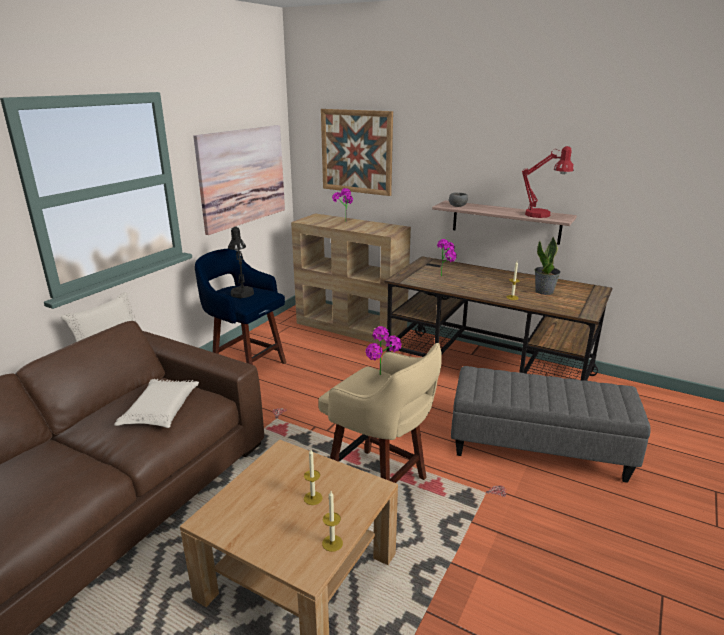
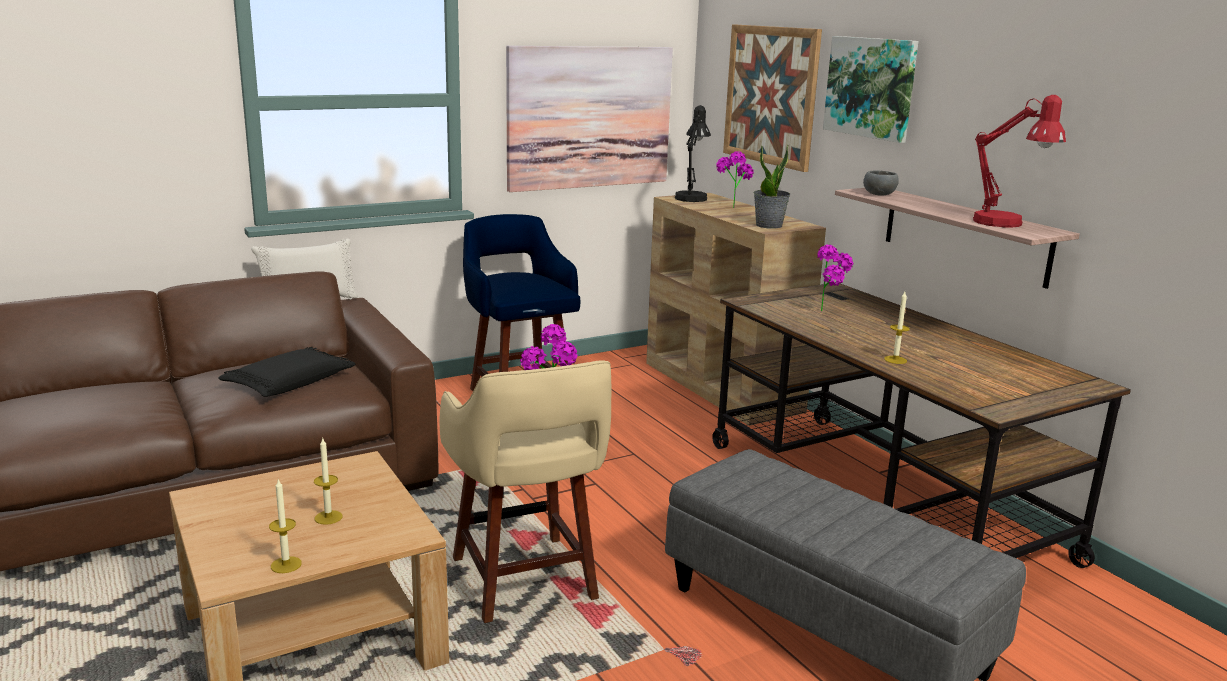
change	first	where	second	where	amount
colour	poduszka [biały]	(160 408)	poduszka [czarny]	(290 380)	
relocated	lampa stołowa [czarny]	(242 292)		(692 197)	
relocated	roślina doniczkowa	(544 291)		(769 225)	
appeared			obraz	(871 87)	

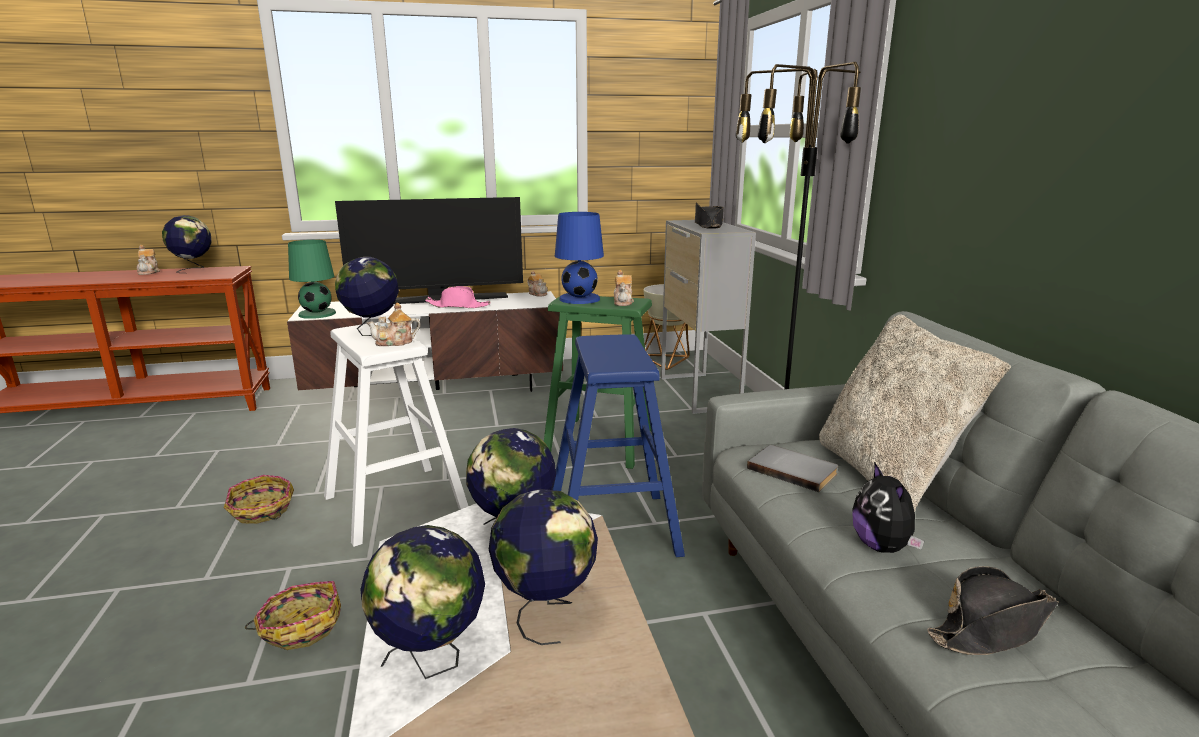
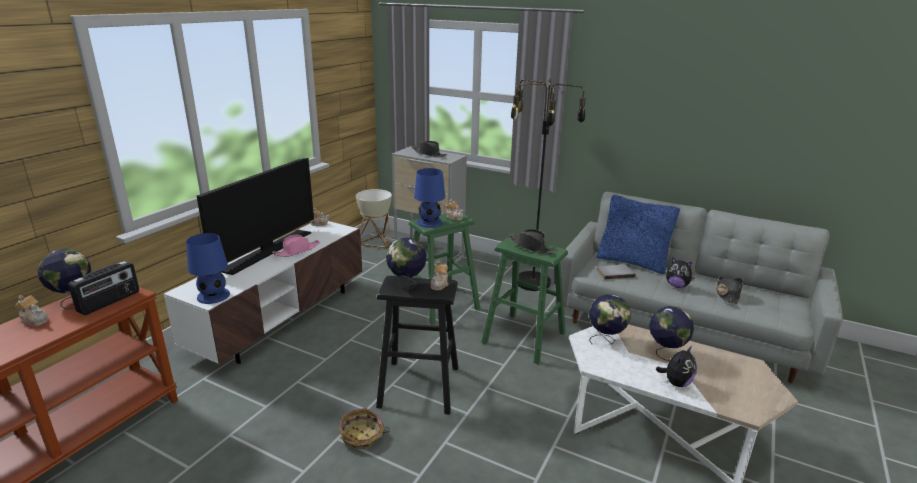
change	first	where	second	where	amount
missing	koszyk	(301 626)			
colour	lampa stołowa [zielony]	(316 314)	lampa stołowa [niebieski]	(213 296)	
colour	stołek [biały]	(395 503)	stołek [czarny]	(419 386)	
exchanged	globus	(432 661)	pluszak	(676 383)	
colour	stołek [niebieski]	(612 527)	stołek [zielony]	(523 337)	
colour	poduszka [beżowy]	(888 473)	poduszka [niebieski]	(633 260)	
appeared			radio	(109 302)	
appeared			kapelusz [czarny]	(531 247)	

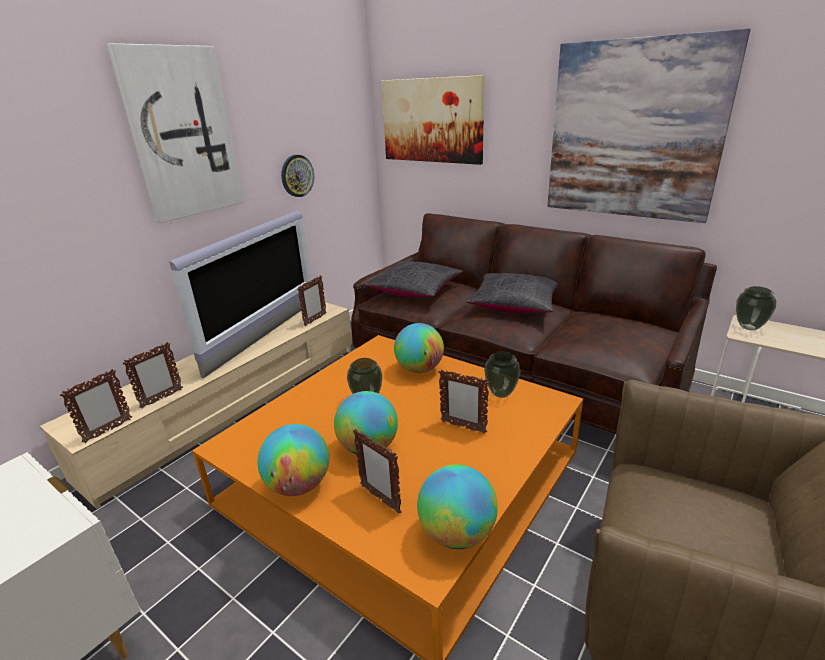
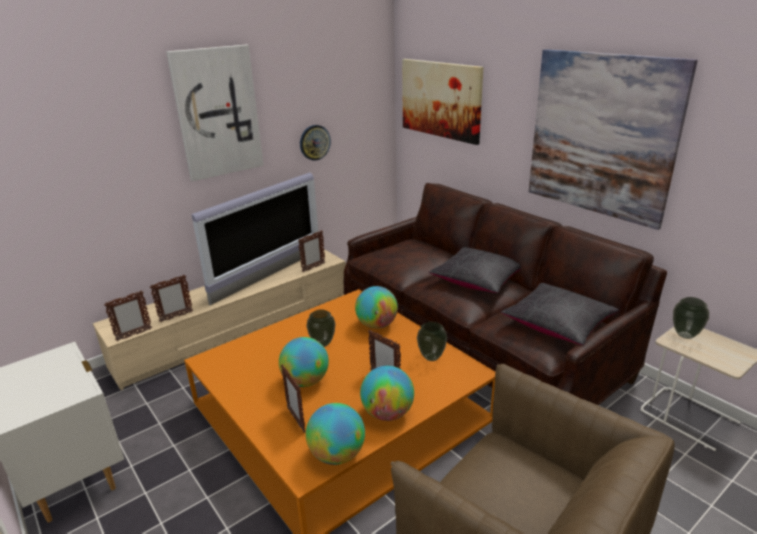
change	first	where	second	where	amount
relocated	globus	(298 485)		(387 413)	
relocated	poduszka [czarny]	(415 290)		(557 324)	

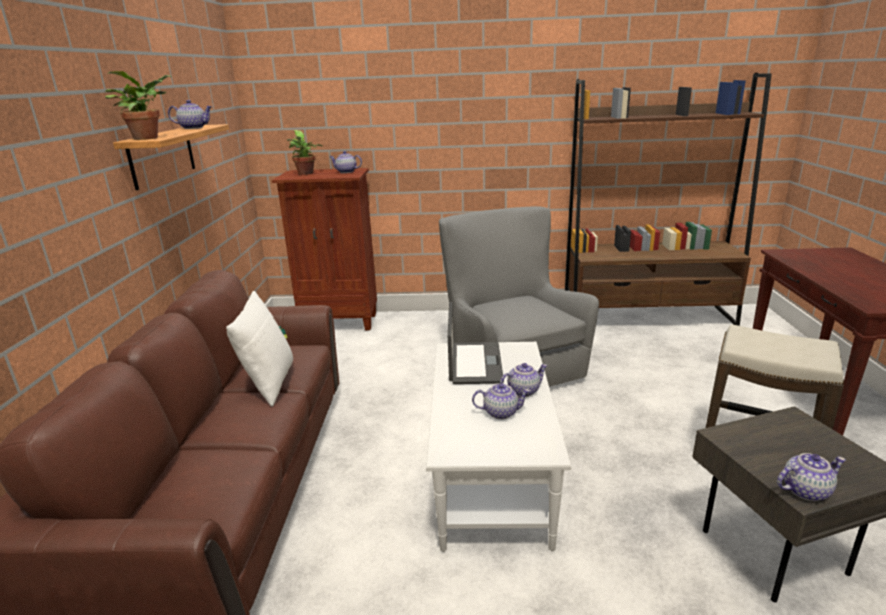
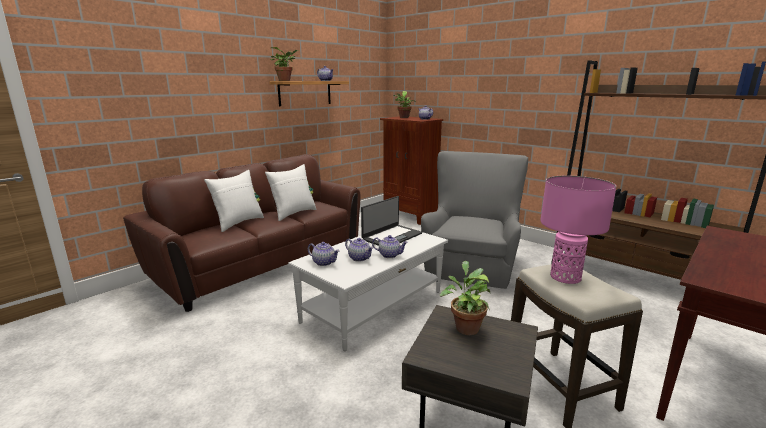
change	first	where	second	where	amount
relocated	imbryk	(805 490)		(324 262)	
appeared			poduszka [biały]	(238 223)	
appeared			roślina doniczkowa	(465 327)	
appeared			lampa stołowa [różowy]	(564 277)	

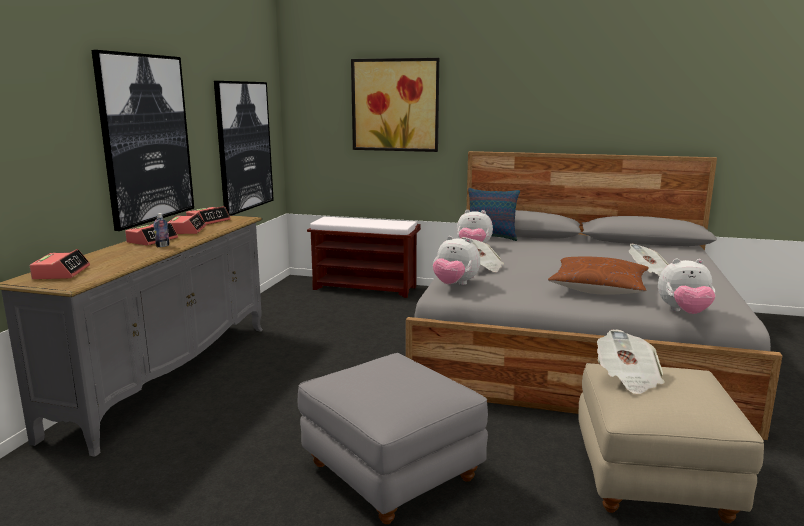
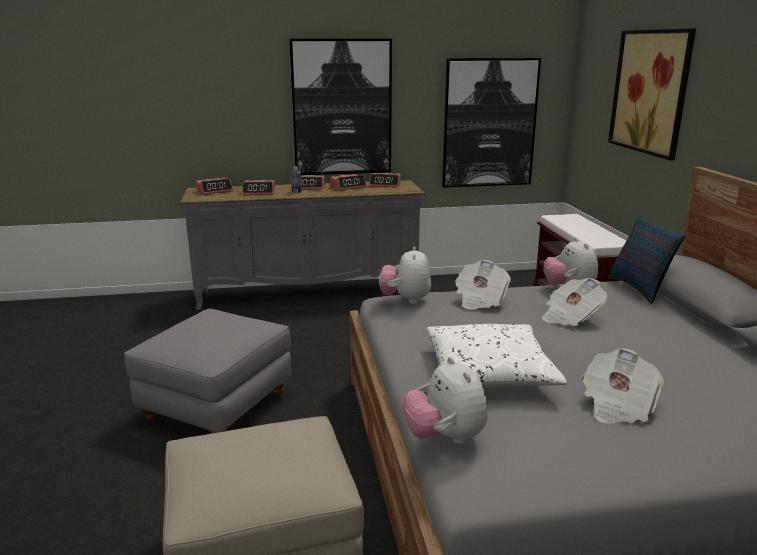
change	first	where	second	where	amount
colour	poduszka [brązowy]	(598 289)	poduszka [biały]	(489 373)	
relocated	gazeta	(628 378)		(570 317)	
appeared			budzik	(259 192)	

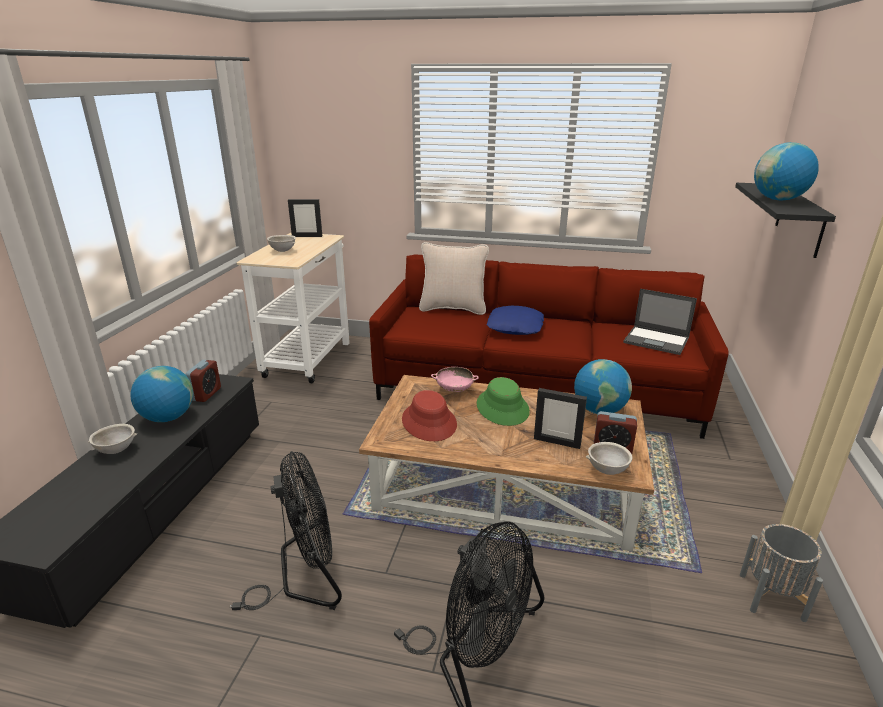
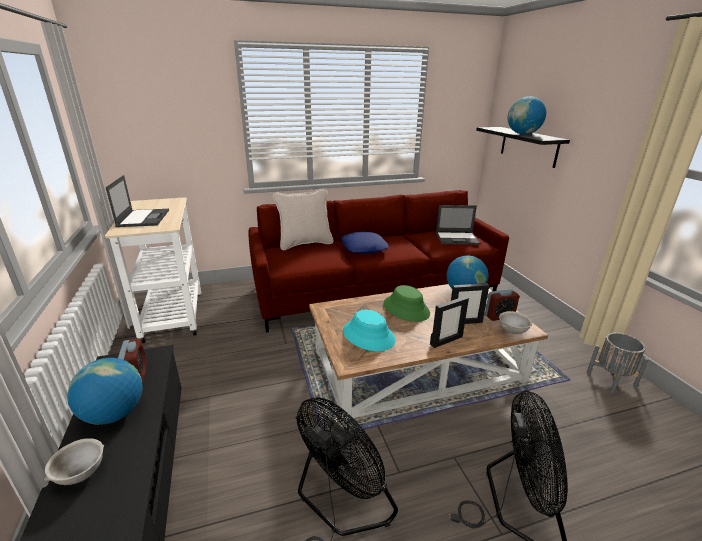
change	first	where	second	where	amount
exchanged	miska [szary]	(283 251)	laptop	(143 218)	
relocated	ramka na zdjęcie	(307 236)		(446 340)	
colour	kapelusz [czerwony]	(429 422)	kapelusz [turkusowy]	(368 335)	
missing	miska [różowy]	(454 390)			

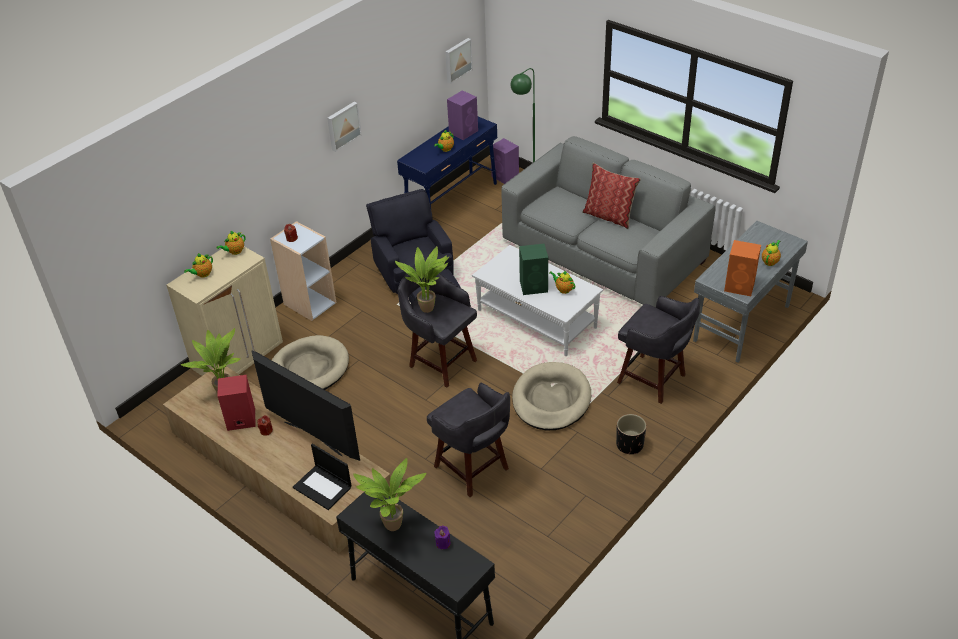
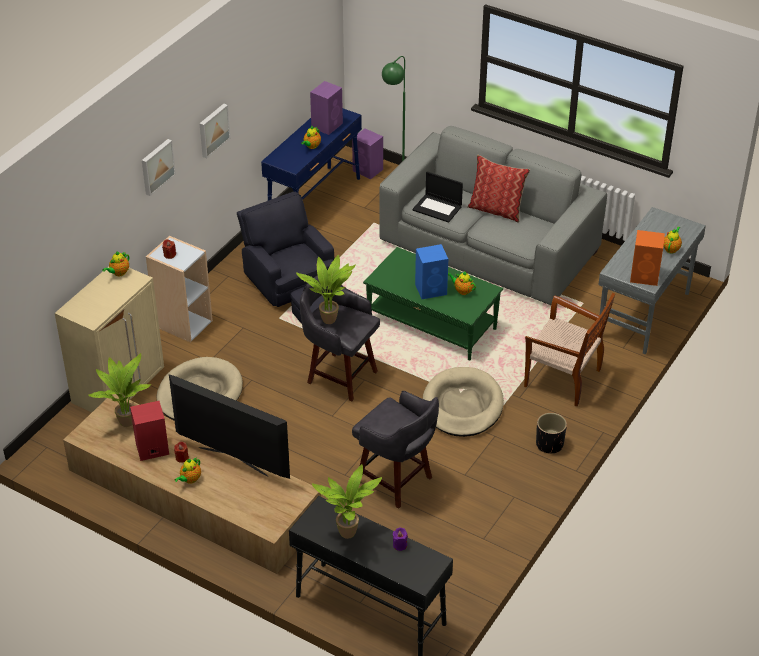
change	first	where	second	where	amount
relocated	imbryk	(202 274)		(190 480)	
relocated	laptop	(323 487)		(438 208)	
relocated	obraz	(457 60)		(156 166)	
colour	ława [biały]	(537 319)	ława [zielony]	(432 324)	
colour	głośnik [zielony]	(534 286)	głośnik [niebieski]	(431 289)	
exchanged	stołek [szary]	(654 380)	fotel [brązowy]	(563 378)	

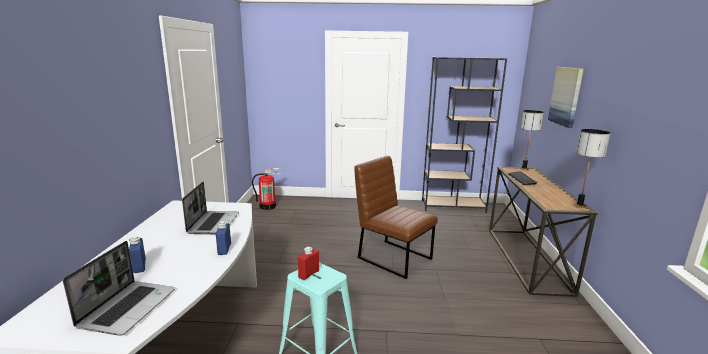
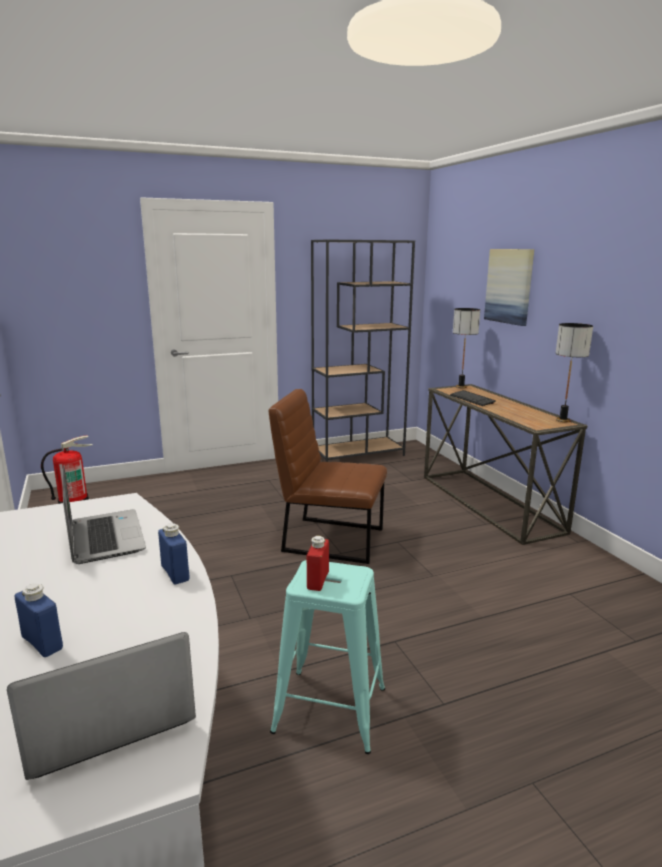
change	first	where	second	where	amount
spun	laptop	(128 307)		(106 718)	105 degrees counterclockwise

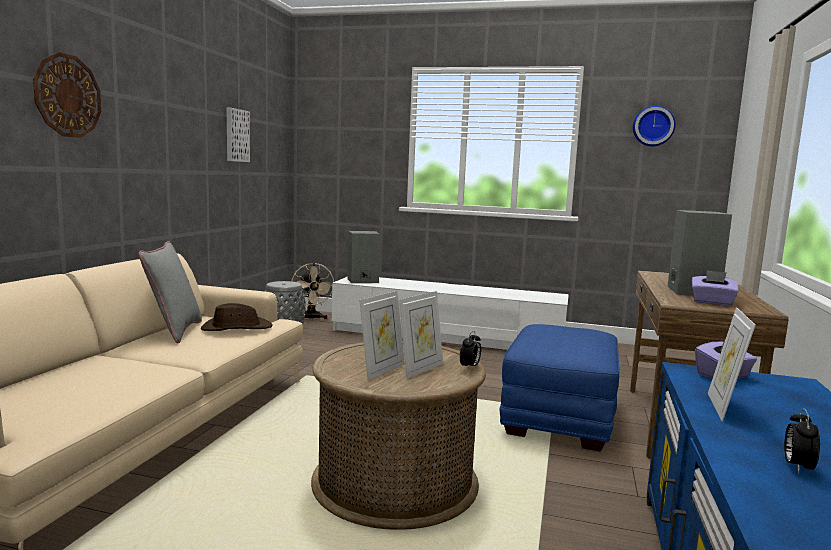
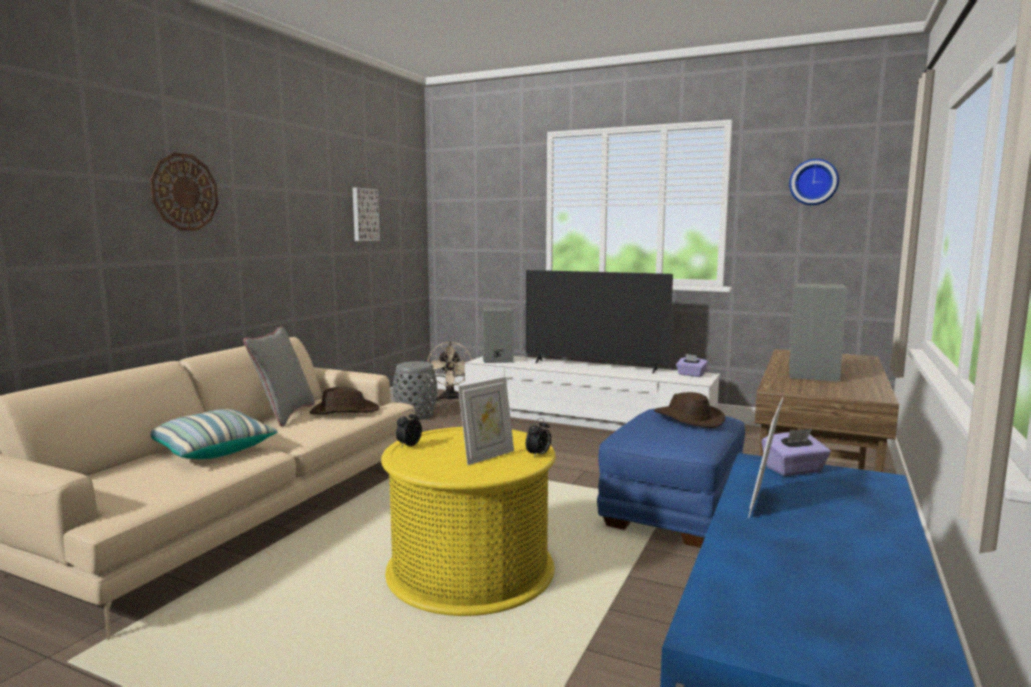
change	first	where	second	where	amount
colour	ława [brązowy]	(395 482)	ława [żółty]	(470 569)	
missing	ramka na zdjęcie	(381 370)			
relocated	pudełko chusteczek [fioletowy]	(712 302)		(691 375)	
relocated	budzik	(797 467)		(409 445)	
appeared			poduszka	(211 450)	
appeared			telewizor	(594 366)	
appeared			kapelusz [brązowy]	(687 419)	

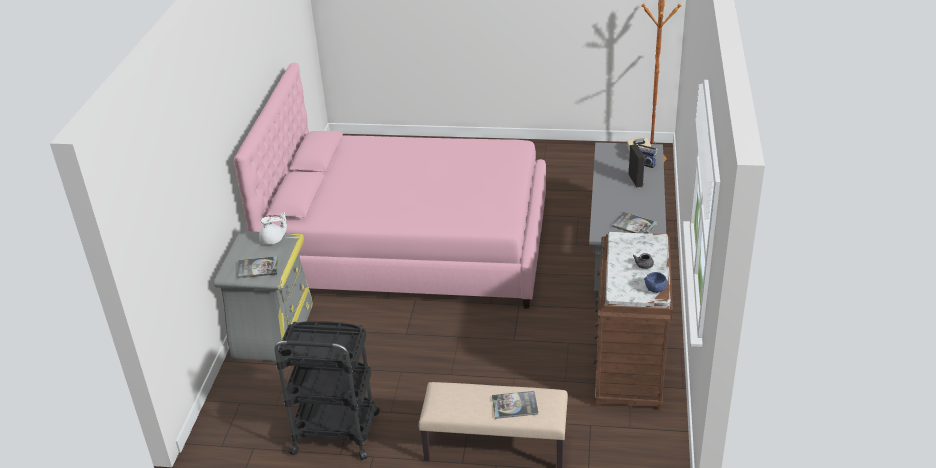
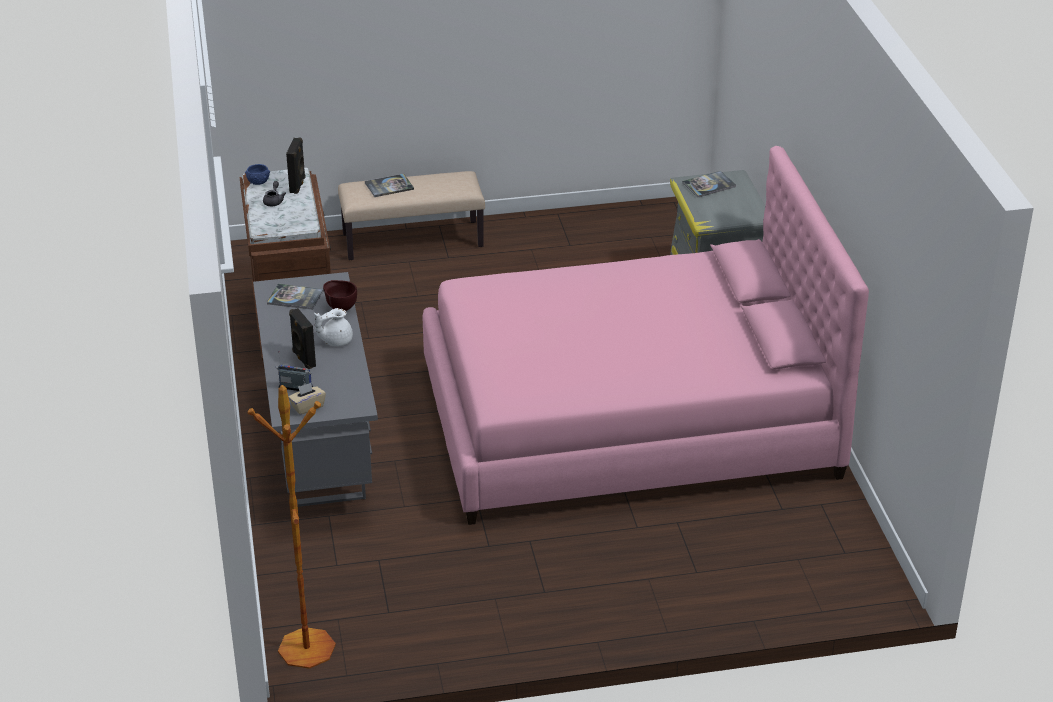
change	first	where	second	where	amount
relocated	imbryk [biały]	(273 240)		(335 340)	
missing	wózek [czarny]	(336 432)			
appeared			głośnik [czarny]	(298 185)	
appeared			miska [brązowy]	(340 308)	

